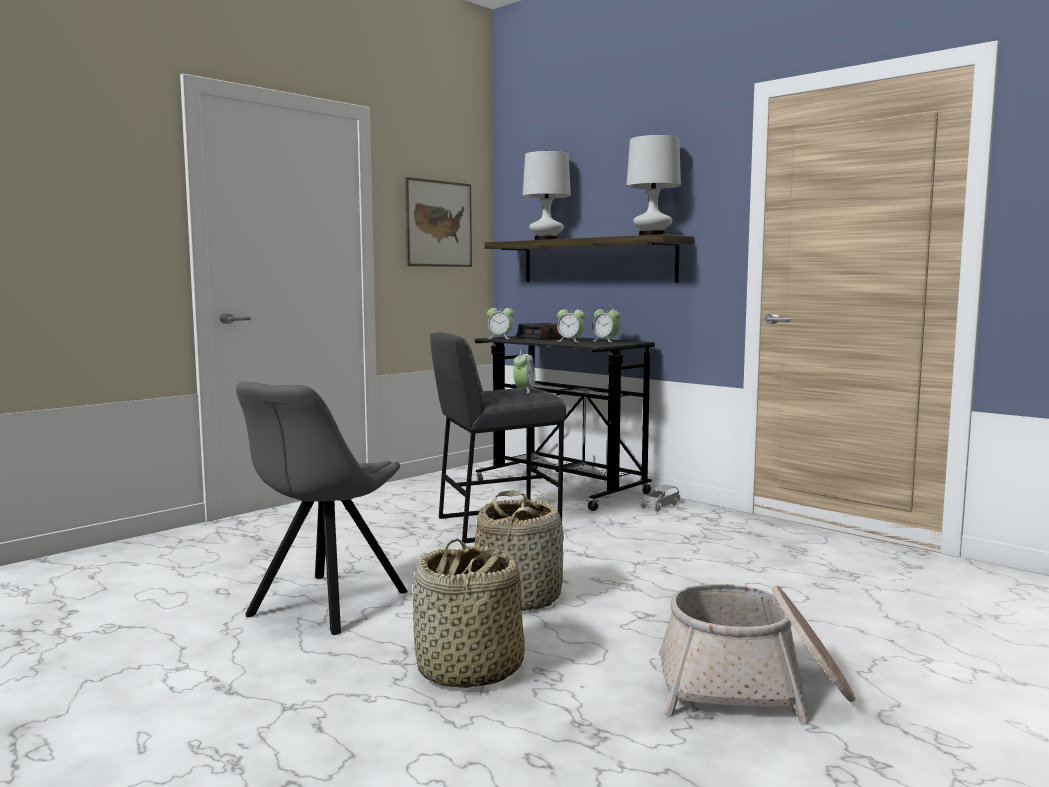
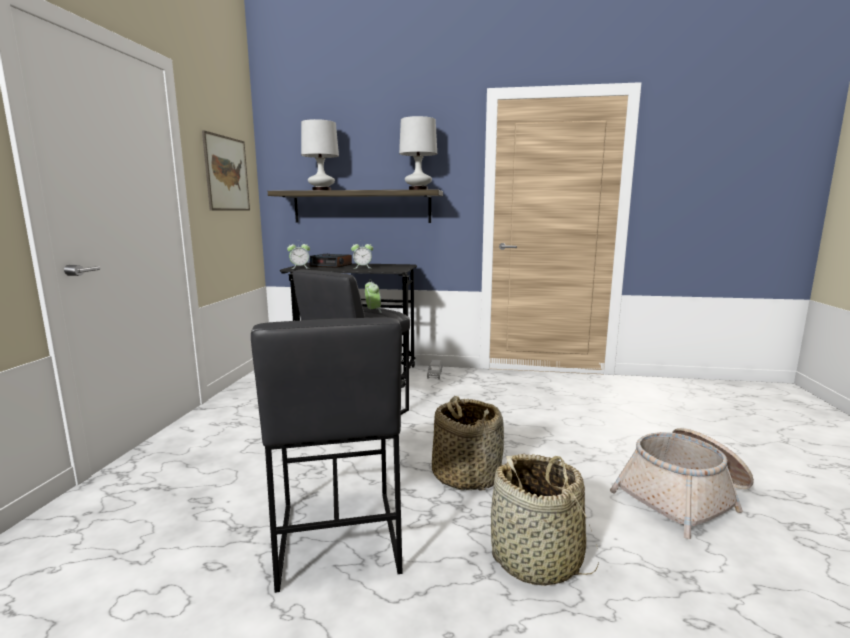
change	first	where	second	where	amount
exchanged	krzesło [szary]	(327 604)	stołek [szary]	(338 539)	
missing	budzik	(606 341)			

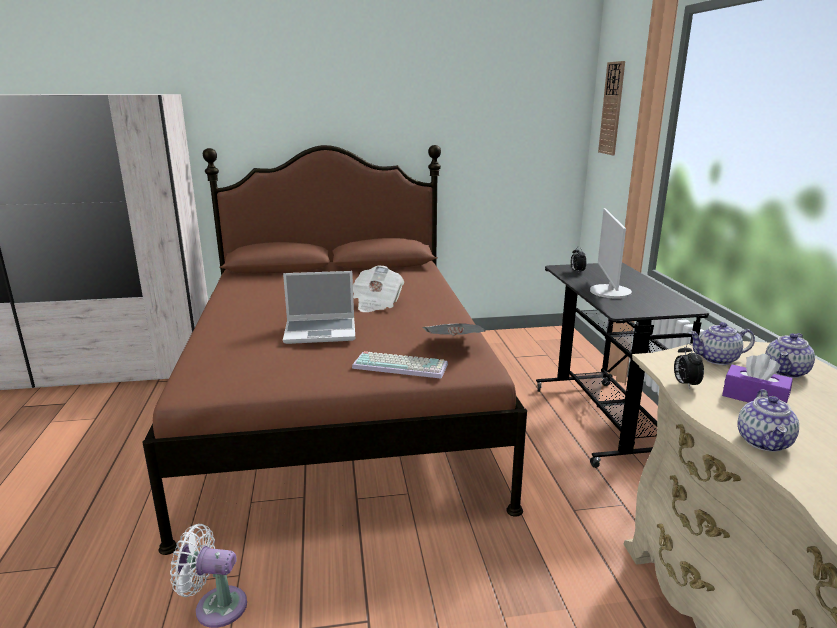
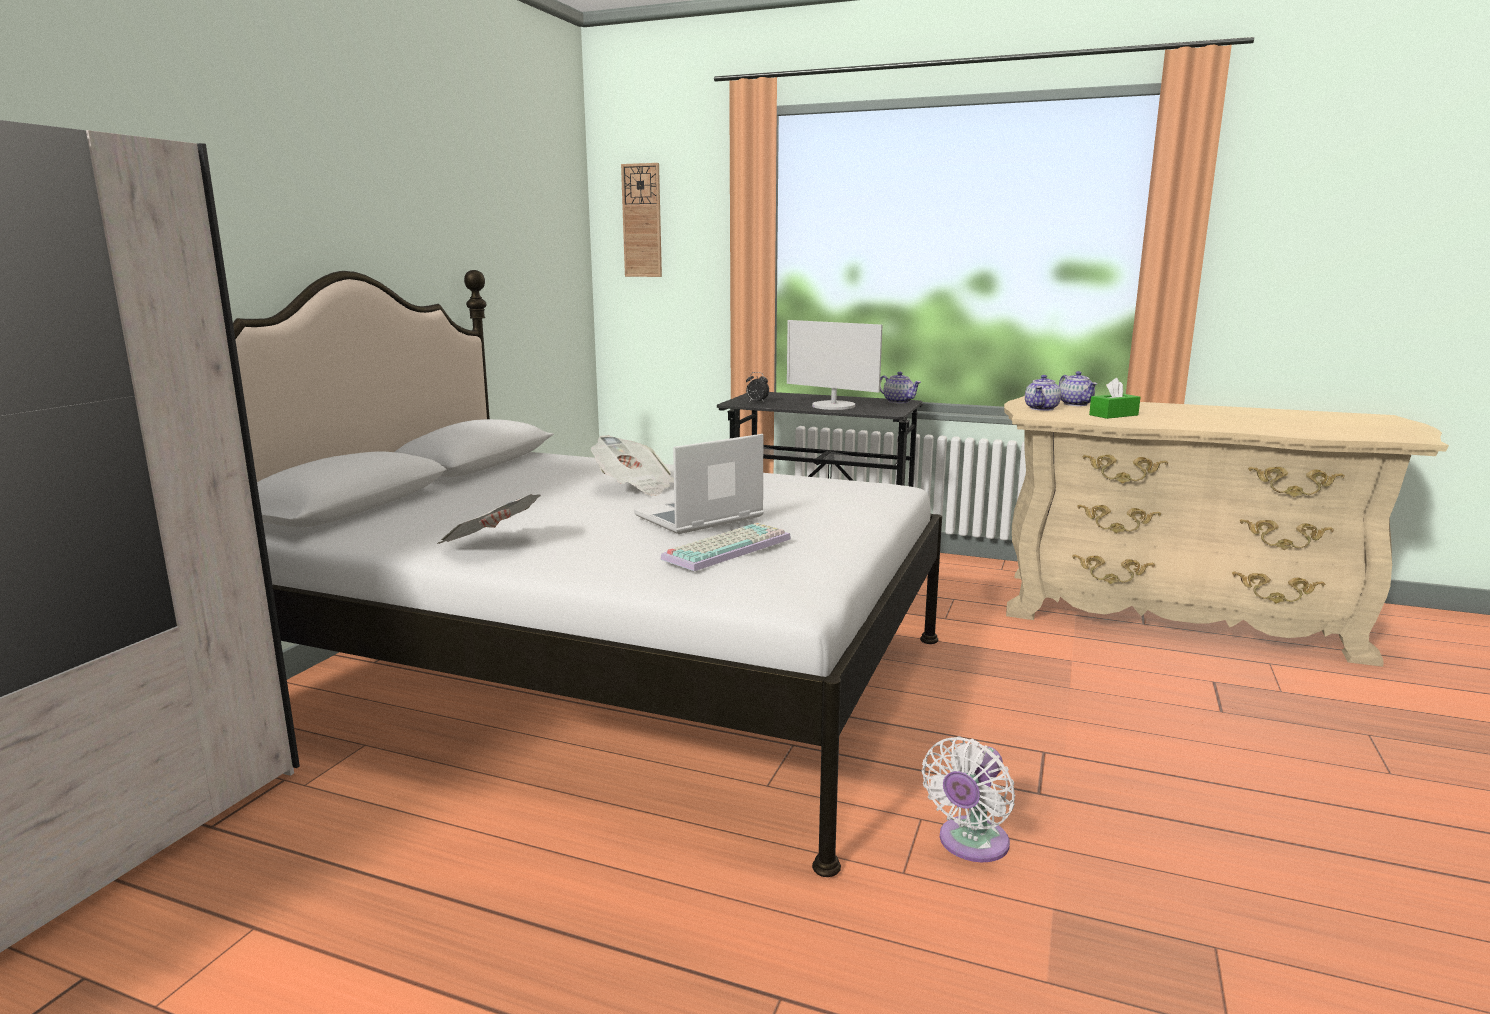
change	first	where	second	where	amount
colour	łóżko [brązowy]	(340 411)	łóżko [biały]	(610 679)	
spun	laptop	(321 332)		(699 517)	150 degrees counterclockwise
relocated	klawiatura	(401 365)		(727 547)	
relocated	gazeta	(453 346)		(491 546)	
missing	budzik	(685 384)			
colour	pudełko chusteczek [fioletowy]	(754 397)	pudełko chusteczek [zielony]	(1113 415)	
relocated	imbryk	(764 442)		(899 401)	

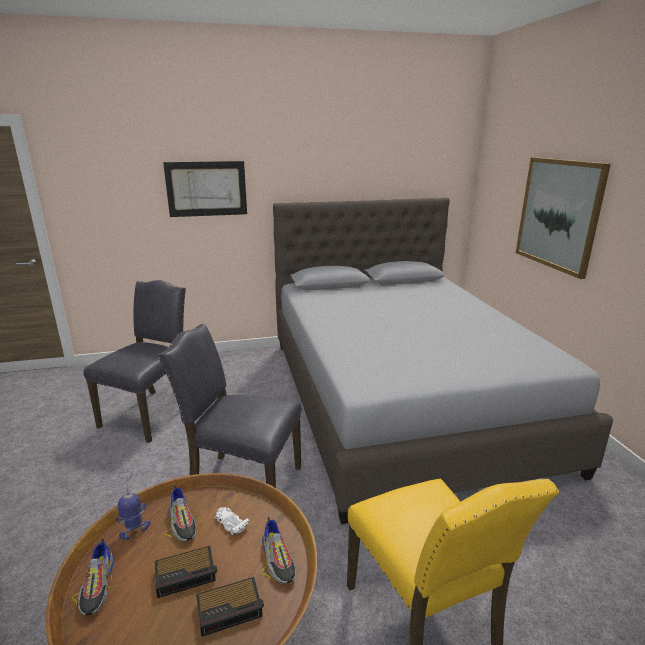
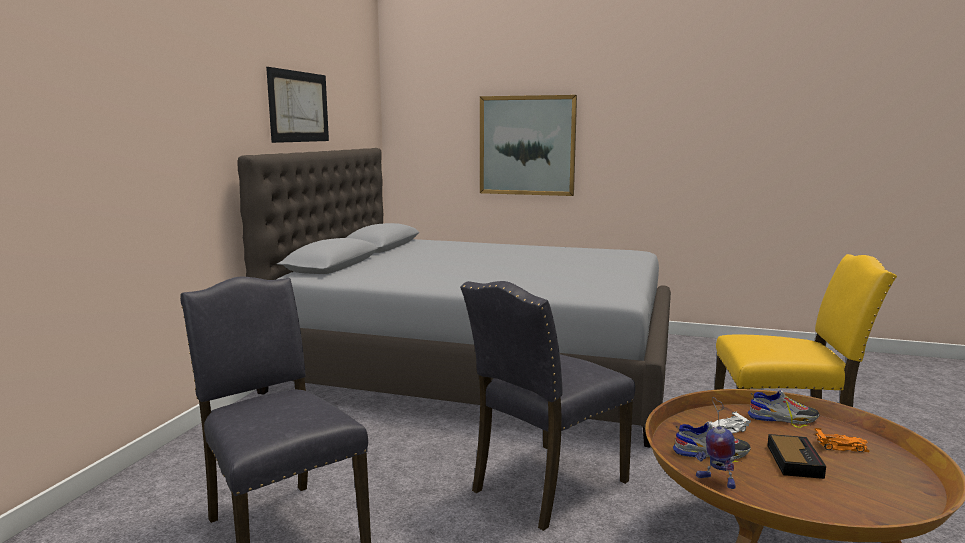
change	first	where	second	where	amount
missing	but	(98 586)			
spun	robot zabawkowy	(135 530)		(715 480)	45 degrees counterclockwise
relocated	obraz	(206 189)		(299 107)	
exchanged	budzik	(231 609)	samochodzik [pomarańczowy]	(841 447)	

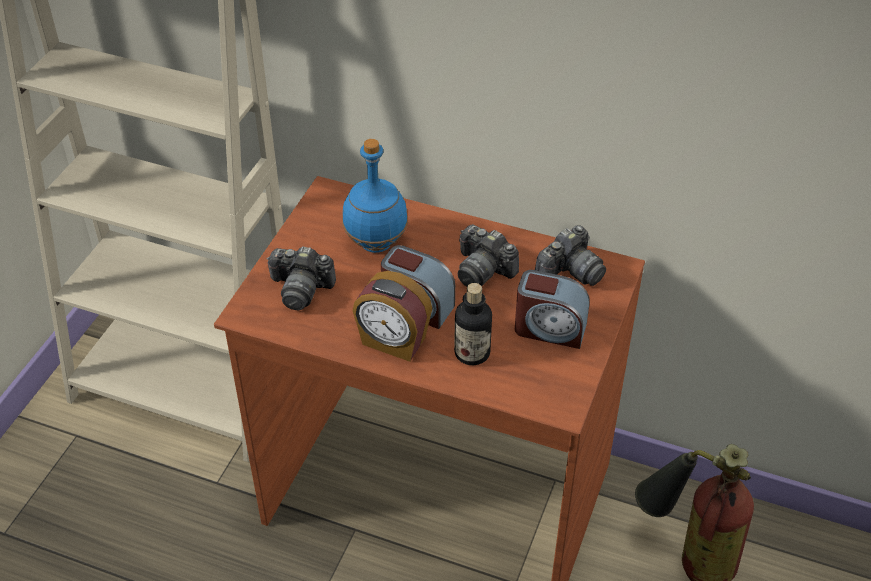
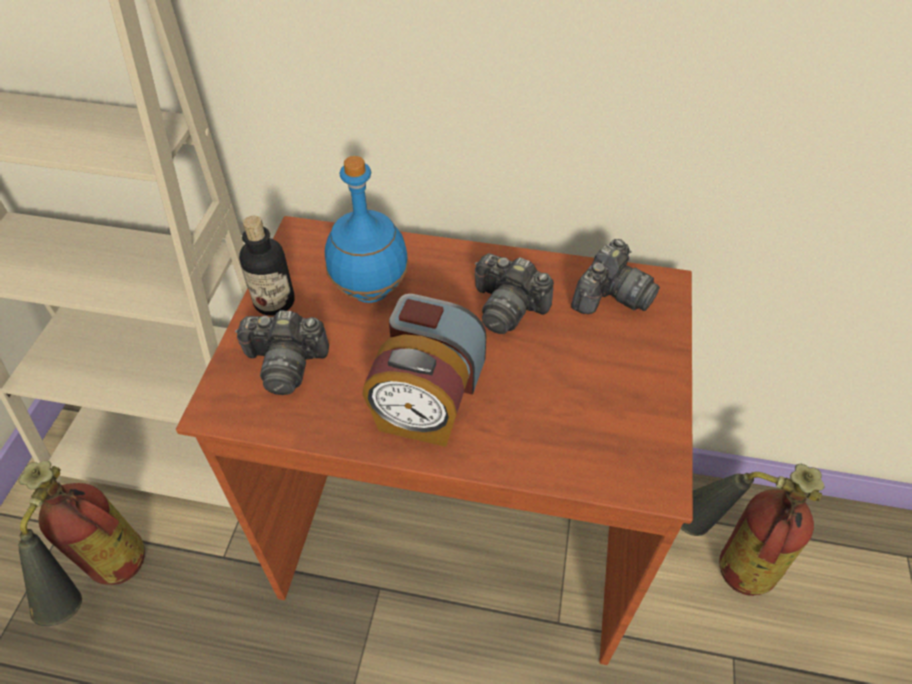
change	first	where	second	where	amount
relocated	butelka	(472 353)		(274 302)	
missing	budzik	(549 329)			
appeared			gaśnica	(109 584)	

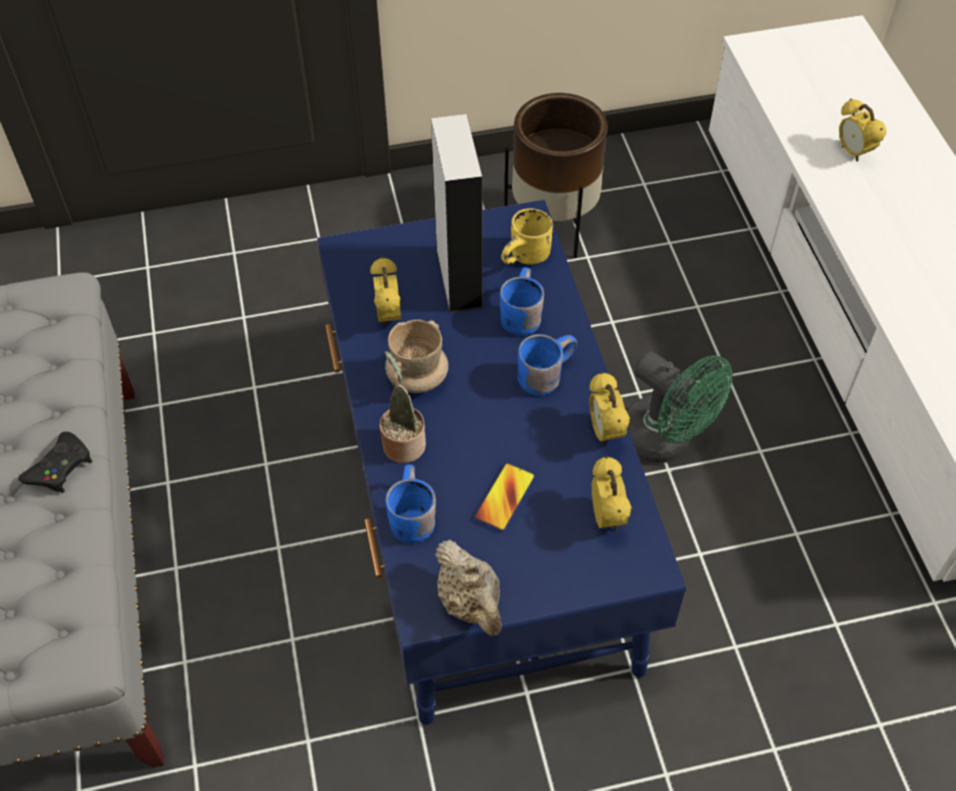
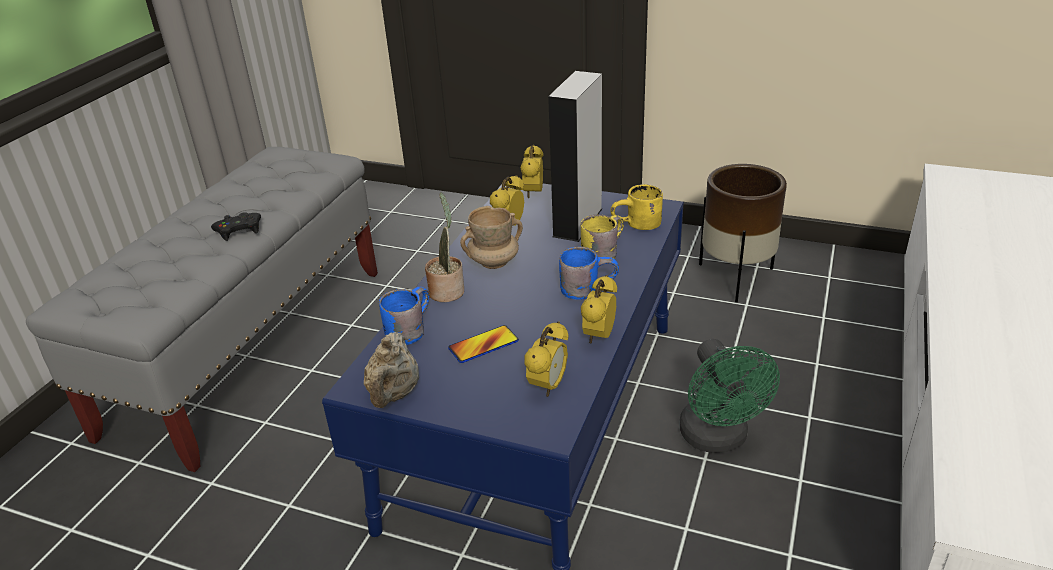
change	first	where	second	where	amount
colour	kubek [niebieski]	(518 313)	kubek [żółty]	(601 251)	
relocated	budzik	(853 152)		(533 193)	

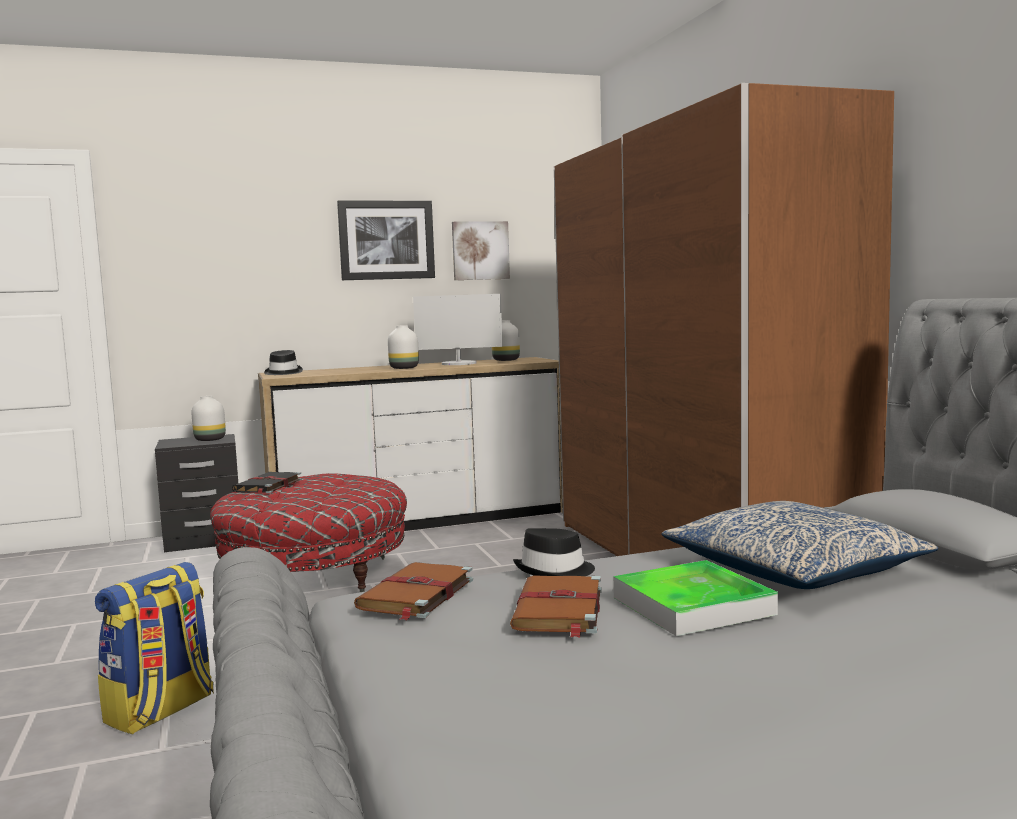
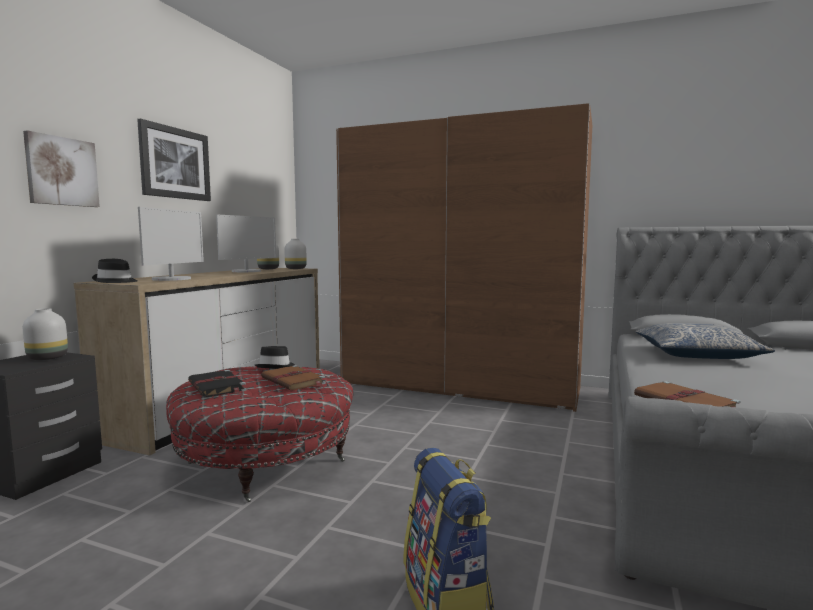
change	first	where	second	where	amount
relocated	wazon [biały]	(404 368)		(295 269)	
relocated	obraz	(480 250)		(61 171)	
relocated	książka [brązowy]	(558 610)		(293 381)	
relocated	kapelusz [czarny]	(555 571)		(276 366)	
missing	taca	(692 606)			
appeared			monitor	(172 279)	

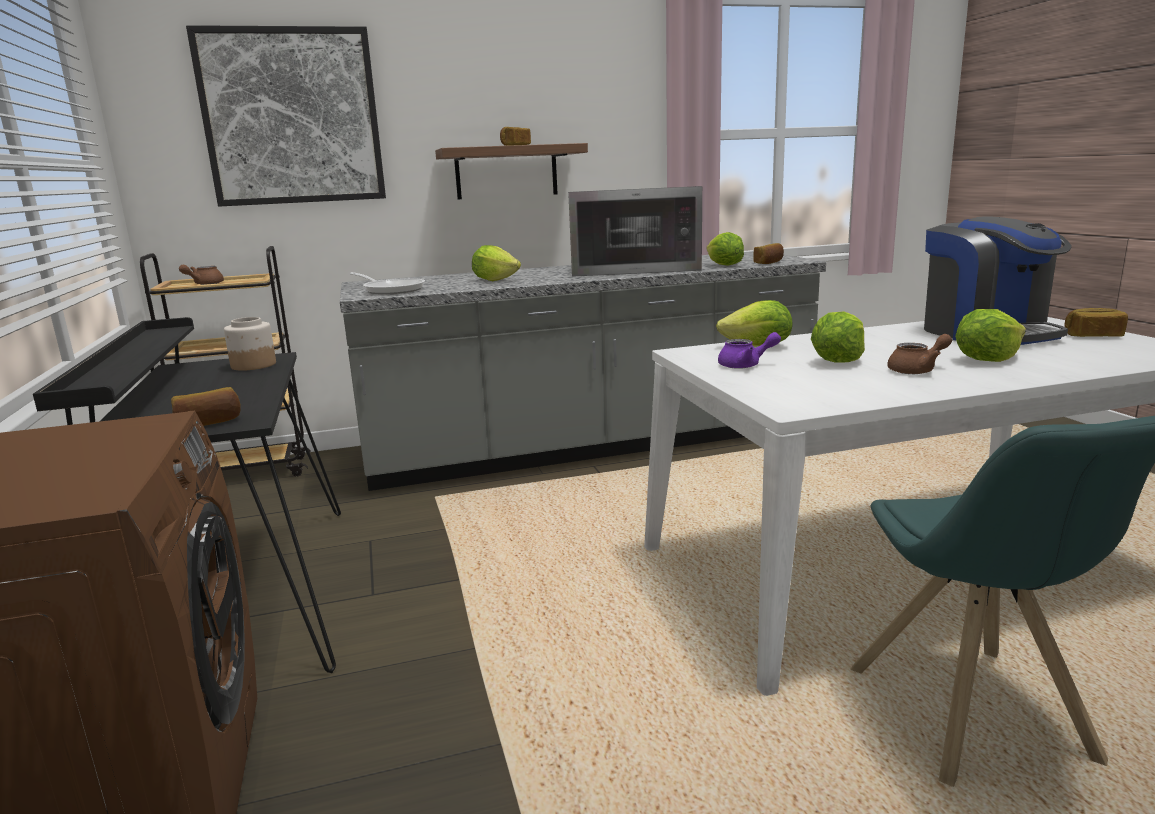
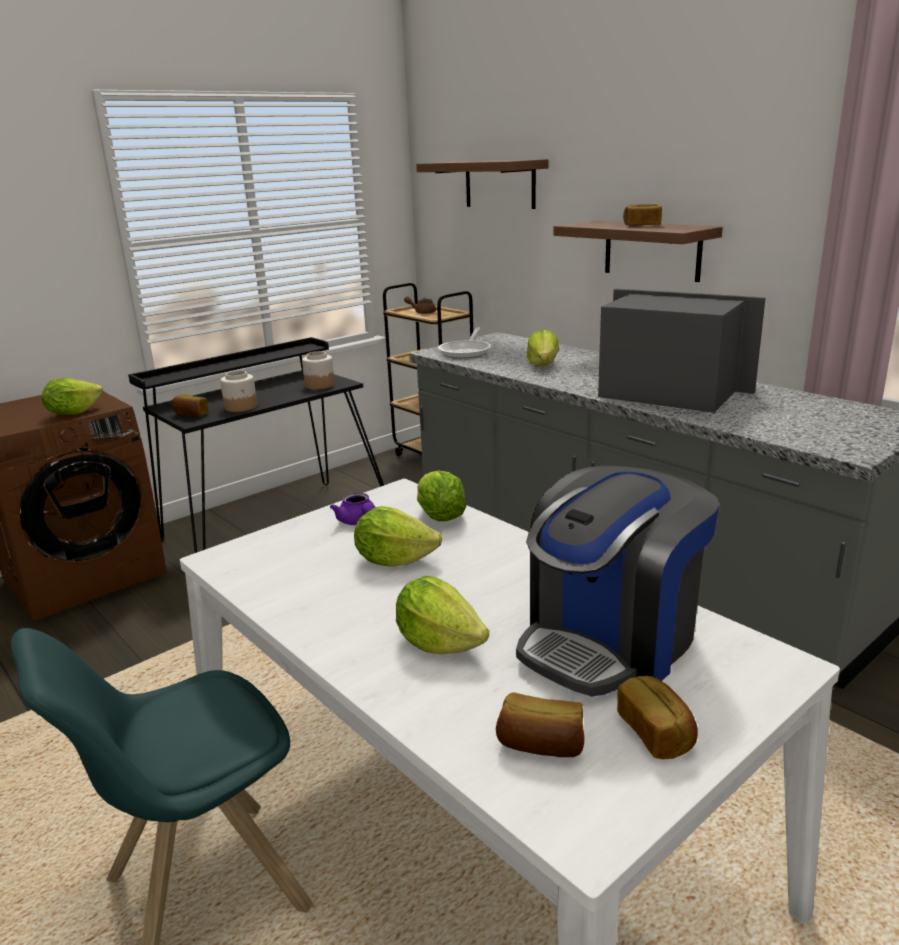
change	first	where	second	where	amount
exchanged	obraz	(292 117)	półka	(500 184)	
spun	mikrofalówka	(633 269)		(667 393)	150 degrees clockwise
relocated	sałata	(724 265)		(73 413)	
relocated	chleb	(769 262)		(541 745)	
missing	imbryk [brązowy]	(917 370)			
appeared			słoik	(241 407)	

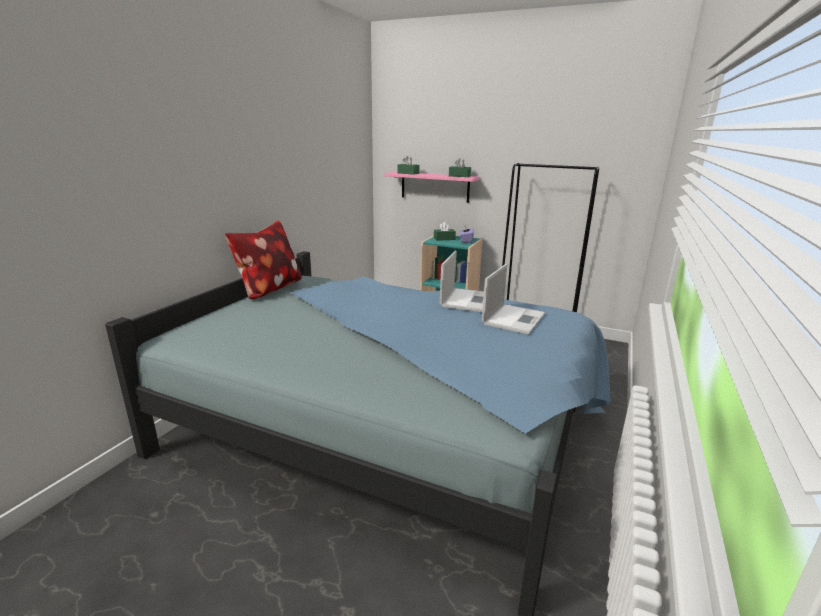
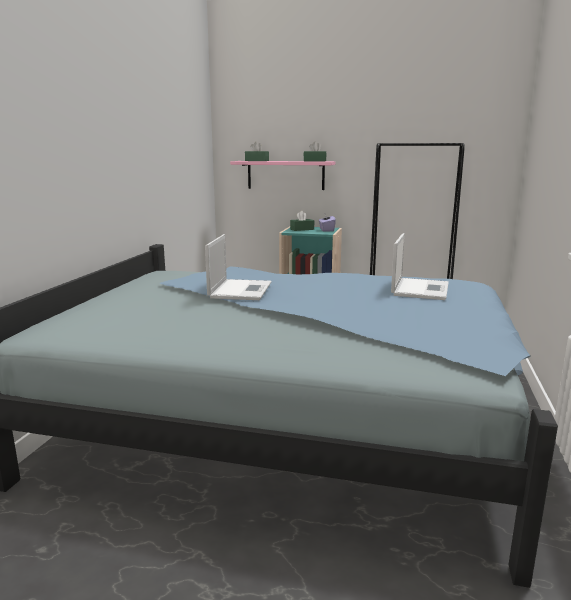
change	first	where	second	where	amount
missing	poduszka	(269 290)			
relocated	laptop	(466 300)		(240 290)	

